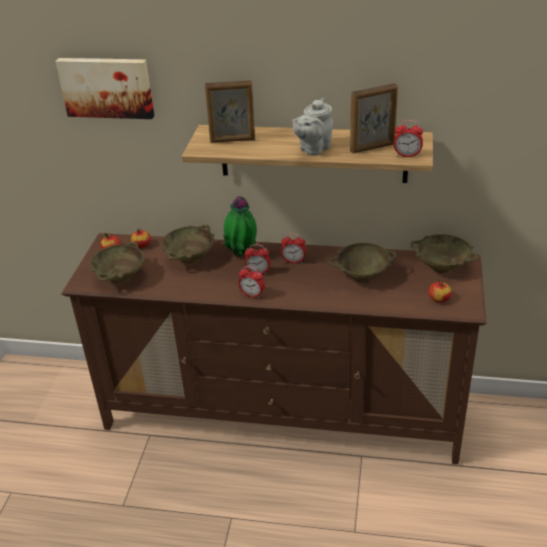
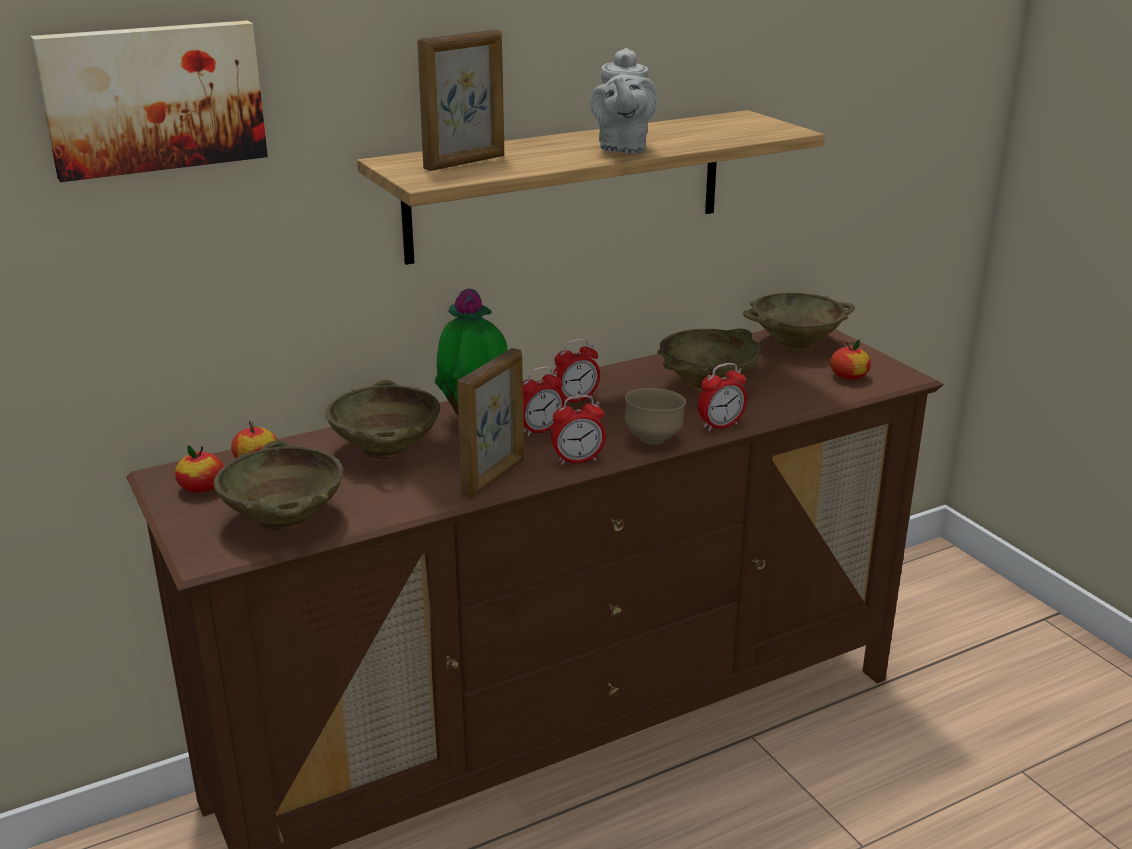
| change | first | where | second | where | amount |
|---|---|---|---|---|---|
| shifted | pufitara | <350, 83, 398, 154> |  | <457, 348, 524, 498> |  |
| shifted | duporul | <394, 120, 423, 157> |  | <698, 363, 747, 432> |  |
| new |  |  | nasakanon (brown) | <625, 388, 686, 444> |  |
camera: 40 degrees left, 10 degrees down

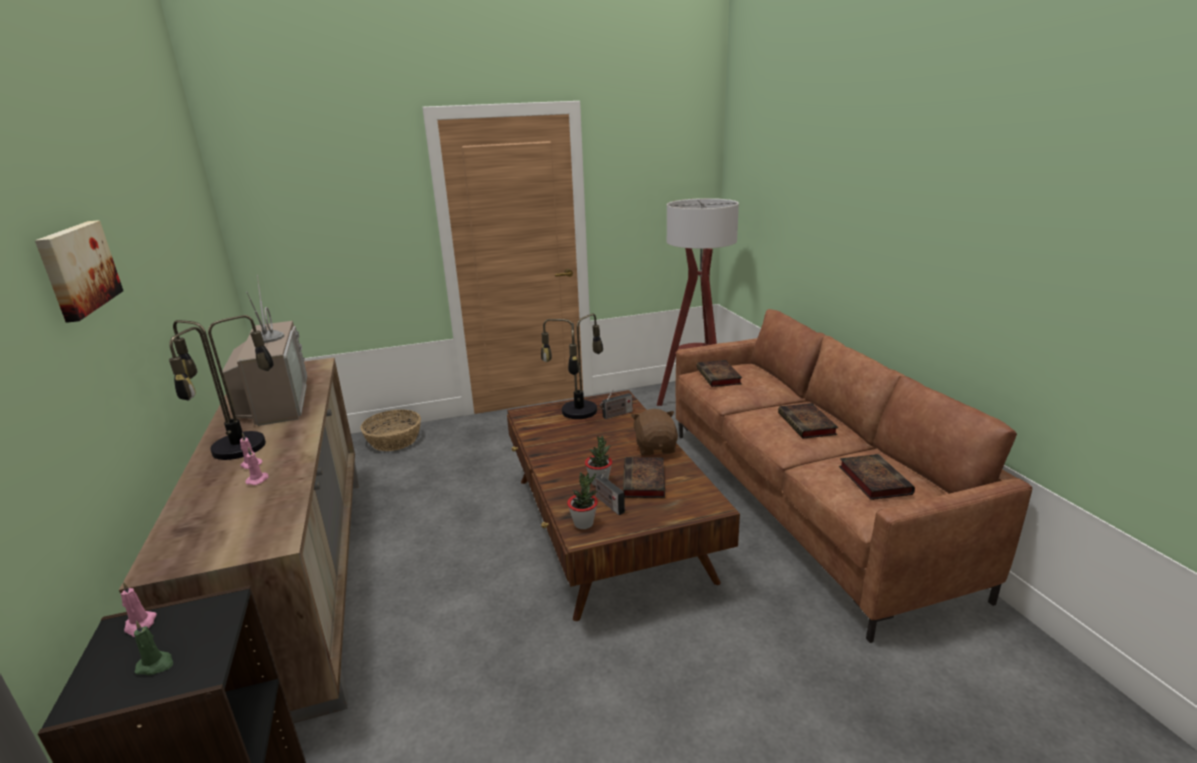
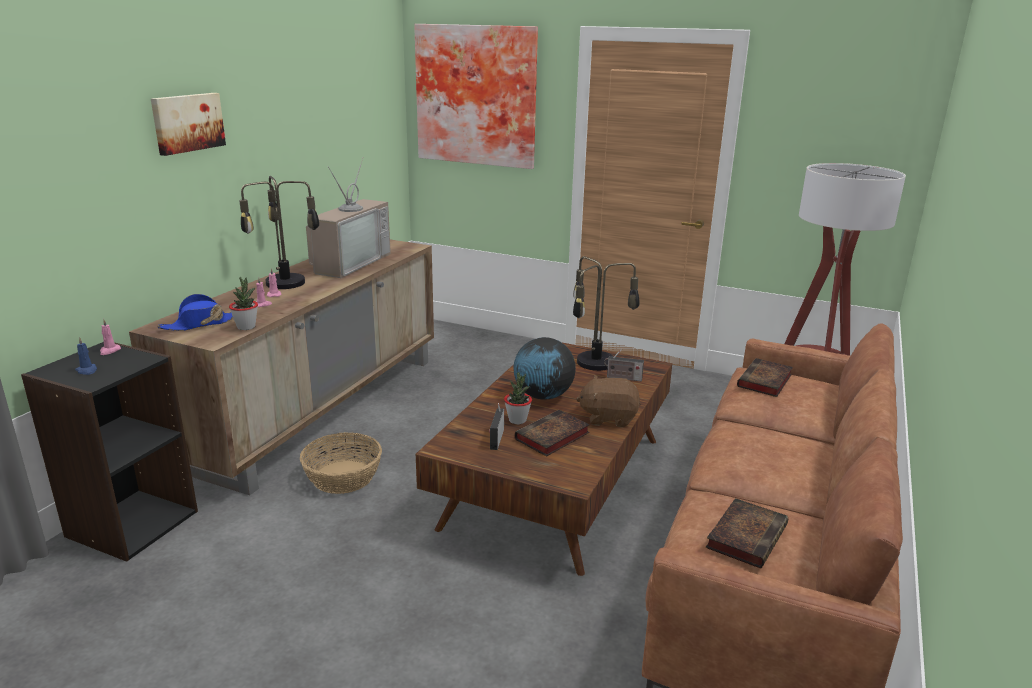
| change | first | where | second | where | amount |
|---|---|---|---|---|---|
| repainted | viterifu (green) | <134, 621, 173, 675> | viterifu (blue) | <75, 337, 97, 375> |  |
| shifted | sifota | <360, 409, 421, 451> |  | <300, 432, 382, 494> |  |
| shifted | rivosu | <567, 472, 598, 529> |  | <229, 277, 258, 330> |  |
| rotated | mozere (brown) | <631, 409, 678, 456> |  | <576, 375, 641, 427> | 120 degrees counterclockwise |
| gone | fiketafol | <778, 403, 838, 439> |  |  |  |
| new |  |  | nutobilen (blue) | <158, 294, 233, 331> |  |
| new |  |  | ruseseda | <414, 24, 538, 169> |  |
| new |  |  | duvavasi | <513, 337, 576, 400> |  |
camera: 40 degrees right, 0 degrees up

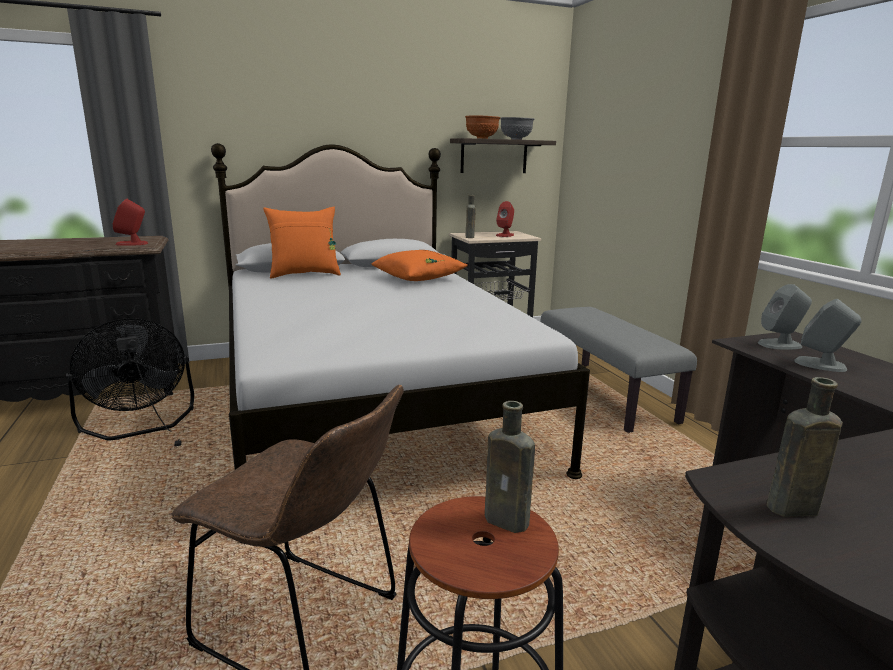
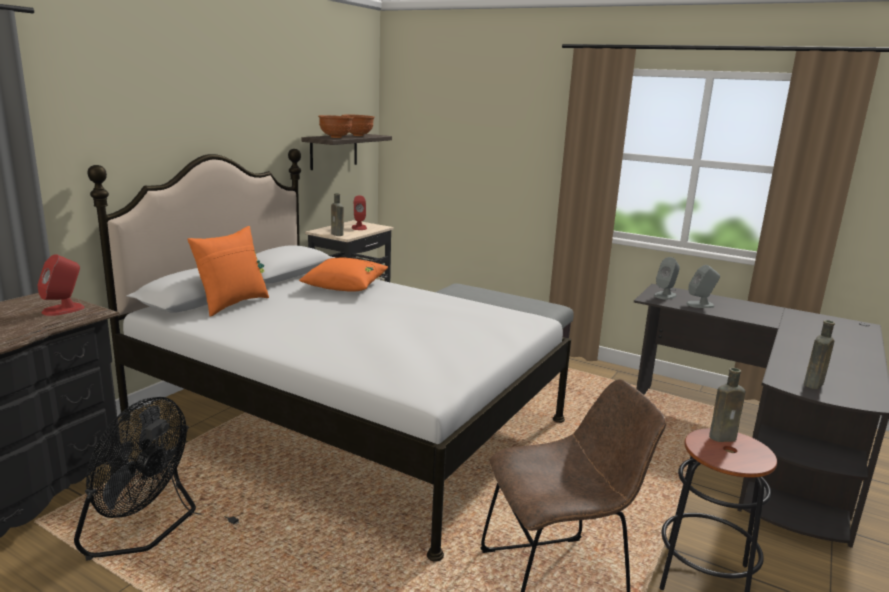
| change | first | where | second | where | amount |
|---|---|---|---|---|---|
| repainted | nasakanon (grey) | <500, 117, 535, 140> | nasakanon (brown) | <341, 114, 375, 136> |  |
camera: 40 degrees left, 0 degrees up

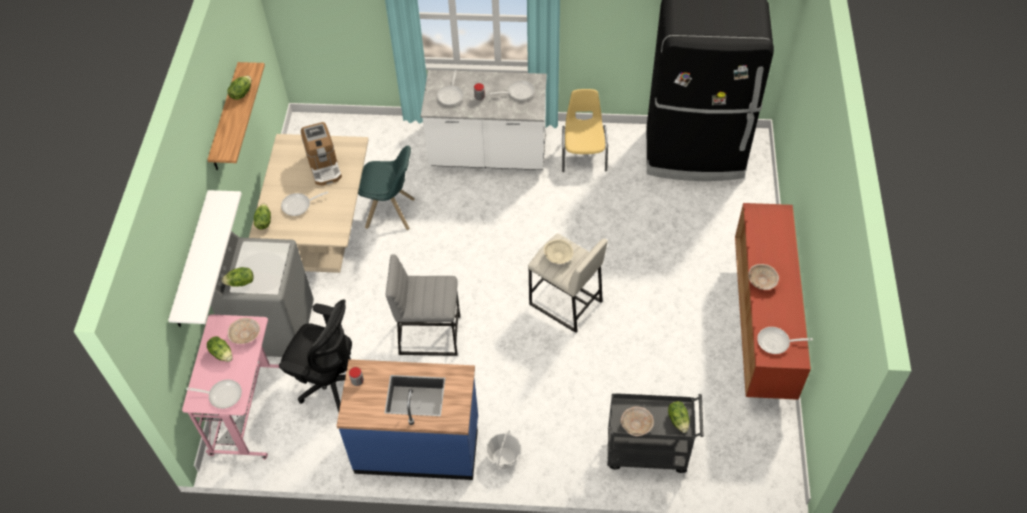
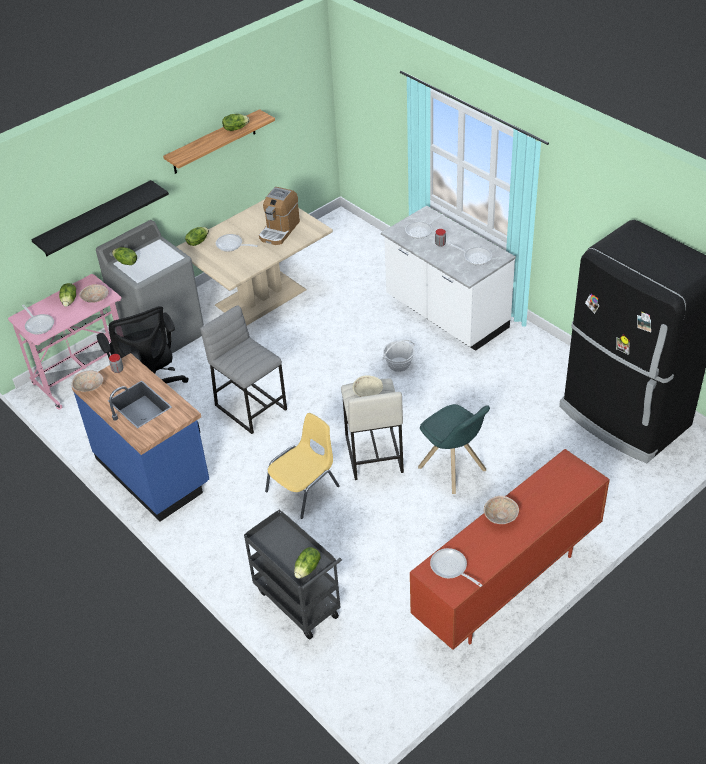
| change | first | where | second | where | amount |
|---|---|---|---|---|---|
| repainted | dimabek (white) | <168, 190, 242, 327> | dimabek (black) | <31, 180, 169, 256> |  |
| shifted | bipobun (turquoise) | <358, 146, 415, 230> |  | <418, 404, 490, 494> |  |
| shifted | sifota | <486, 430, 522, 469> |  | <383, 340, 415, 372> |  |
| shifted | bipobun (yellow) | <562, 89, 608, 172> |  | <265, 413, 340, 519> |  |
| shifted | nasakanon (beige) | <621, 406, 654, 436> |  | <71, 370, 104, 392> |  |
camera: 45 degrees right, 10 degrees down

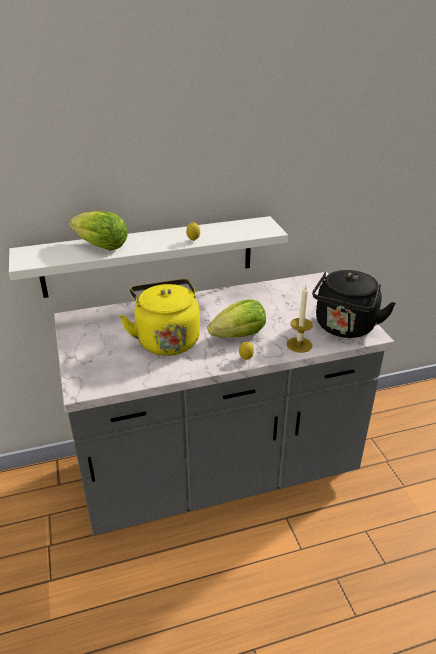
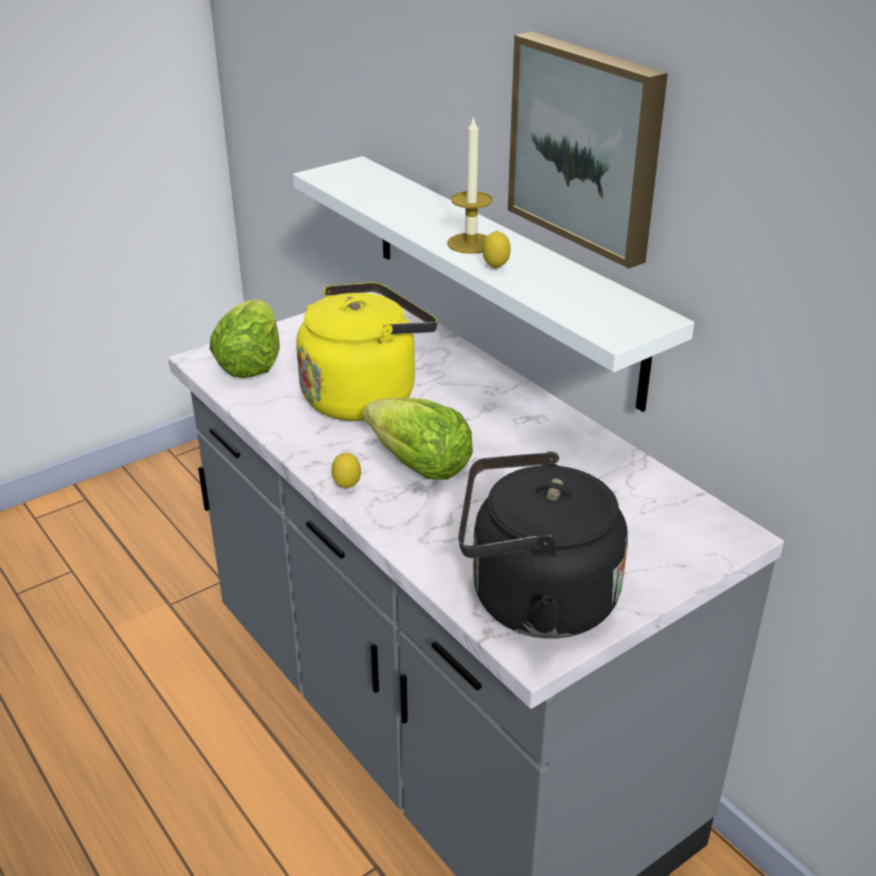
| change | first | where | second | where | amount |
|---|---|---|---|---|---|
| shifted | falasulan | <69, 211, 128, 250> |  | <210, 299, 280, 378> |  |
| shifted | viterifu | <287, 285, 313, 353> |  | <447, 115, 493, 254> |  |
| new |  |  | ruseseda | <508, 32, 668, 269> |  |
camera: 70 degrees right, 0 degrees up

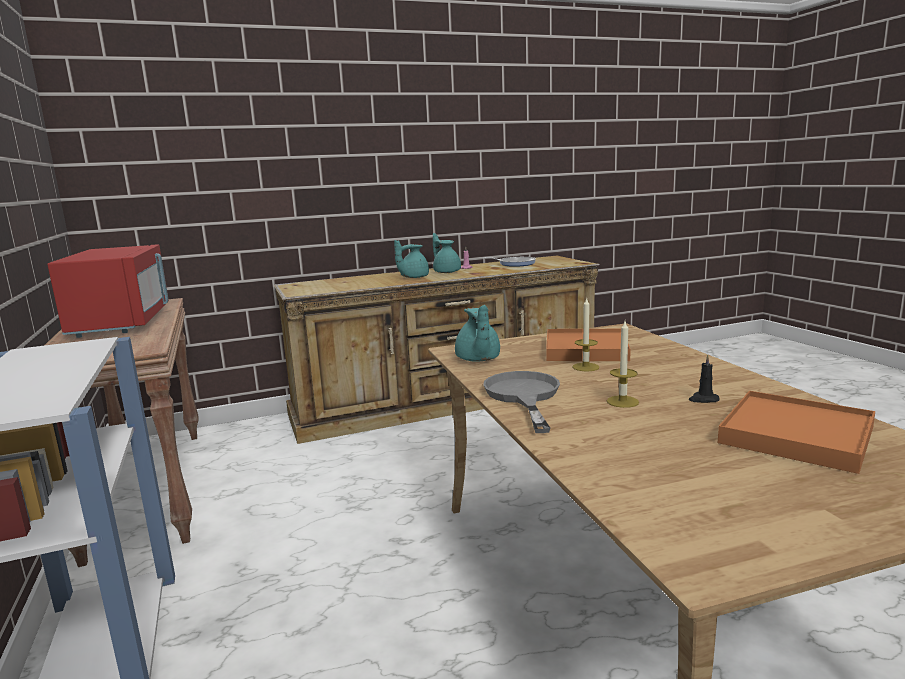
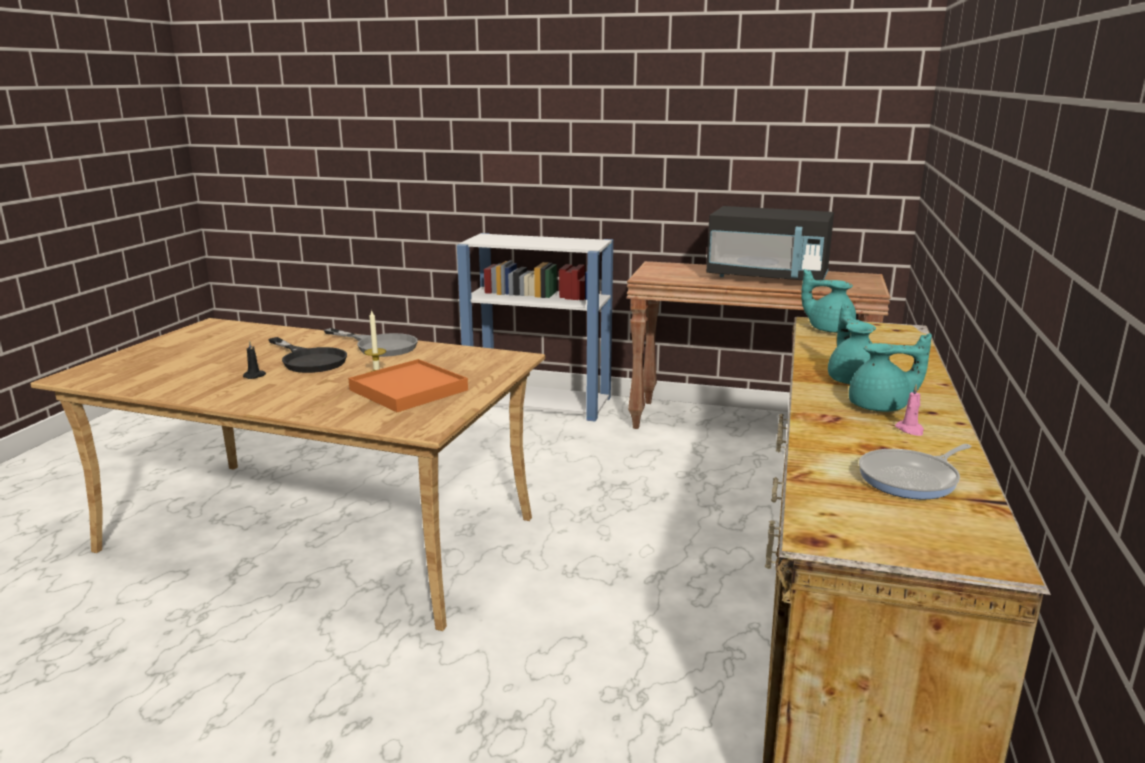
| change | first | where | second | where | amount |
|---|---|---|---|---|---|
| repainted | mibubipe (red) | <48, 244, 169, 338> | mibubipe (black) | <706, 206, 834, 280> |  |
| shifted | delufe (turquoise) | <455, 305, 500, 362> |  | <801, 269, 856, 333> |  |
| swapped | viterifu | <607, 321, 639, 408> | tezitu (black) | <268, 337, 347, 373> |  |
| gone | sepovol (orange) | <718, 391, 875, 474> |  |  |  |
camera: 125 degrees right, 5 degrees up

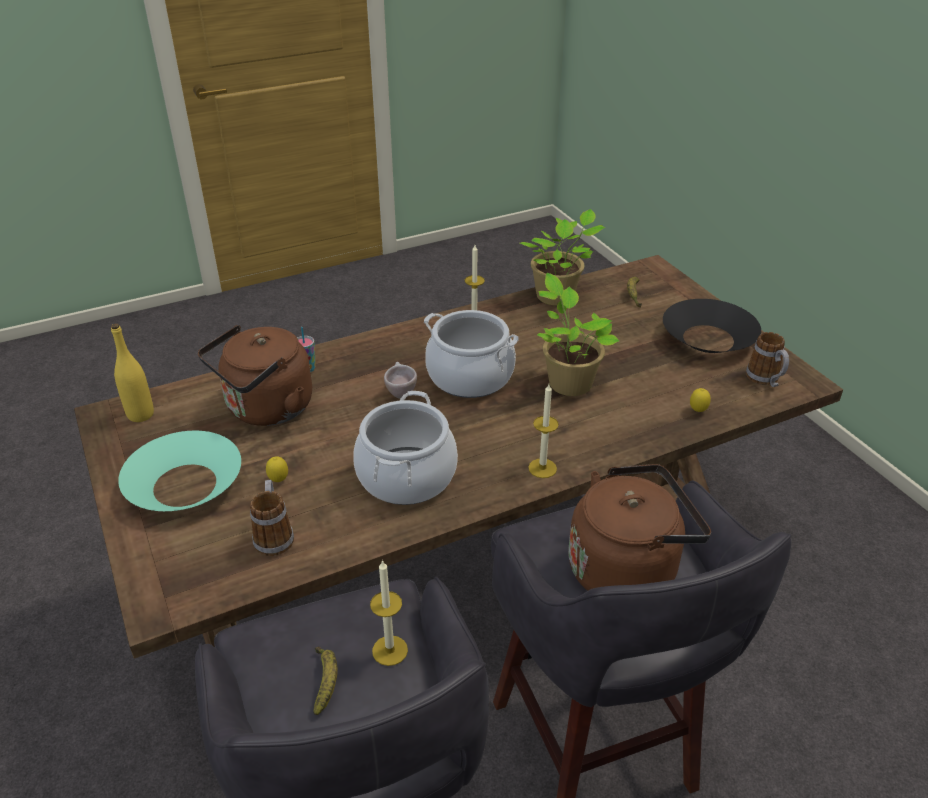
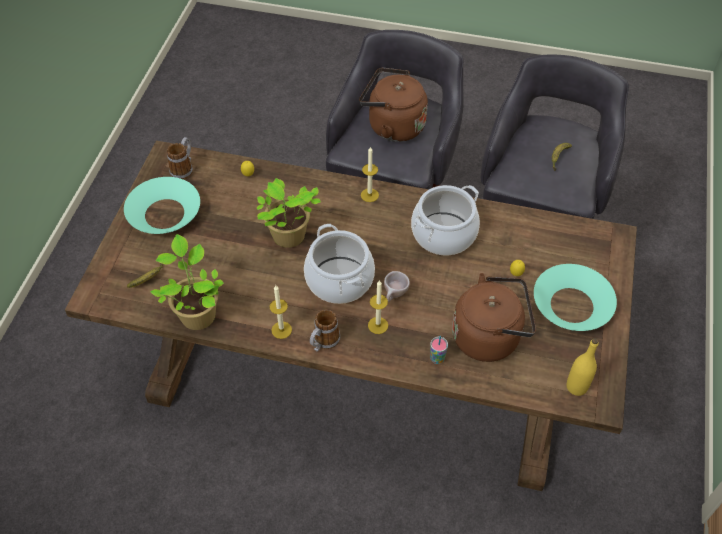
| change | first | where | second | where | amount |
|---|---|---|---|---|---|
| shifted | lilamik | <250, 480, 294, 556> |  | <310, 310, 340, 352> |  |
| shifted | viterifu | <370, 560, 408, 666> |  | <368, 280, 388, 334> |  |
| repainted | nasakanon (black) | <663, 299, 761, 353> | nasakanon (turquoise) | <124, 177, 200, 234> |  |
camera: 140 degrees left, 15 degrees up

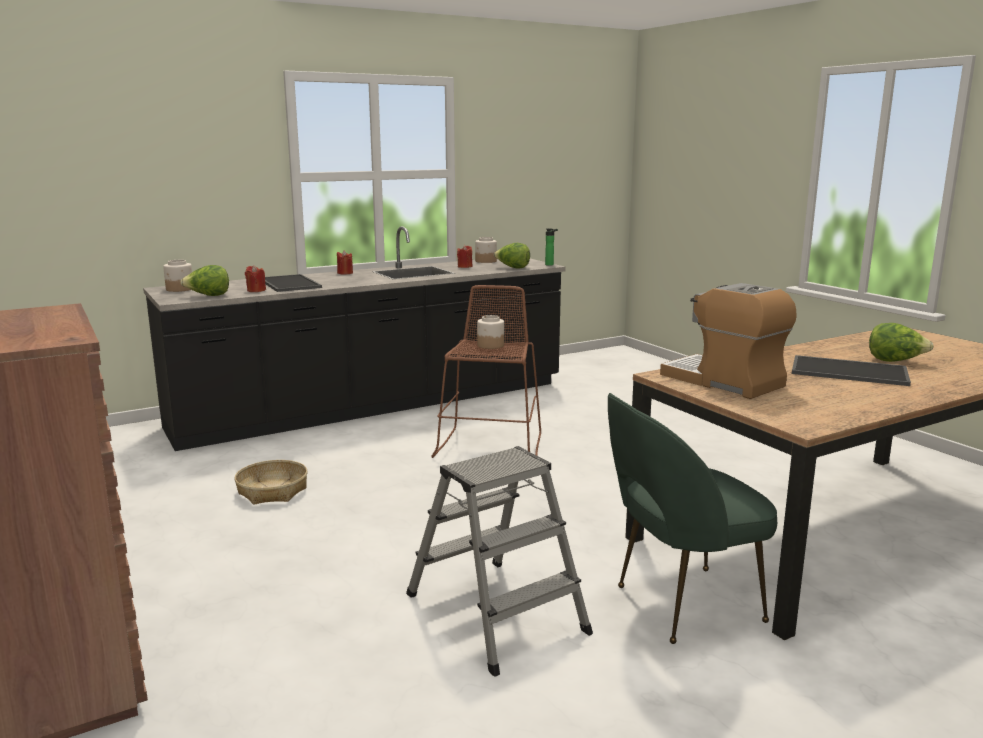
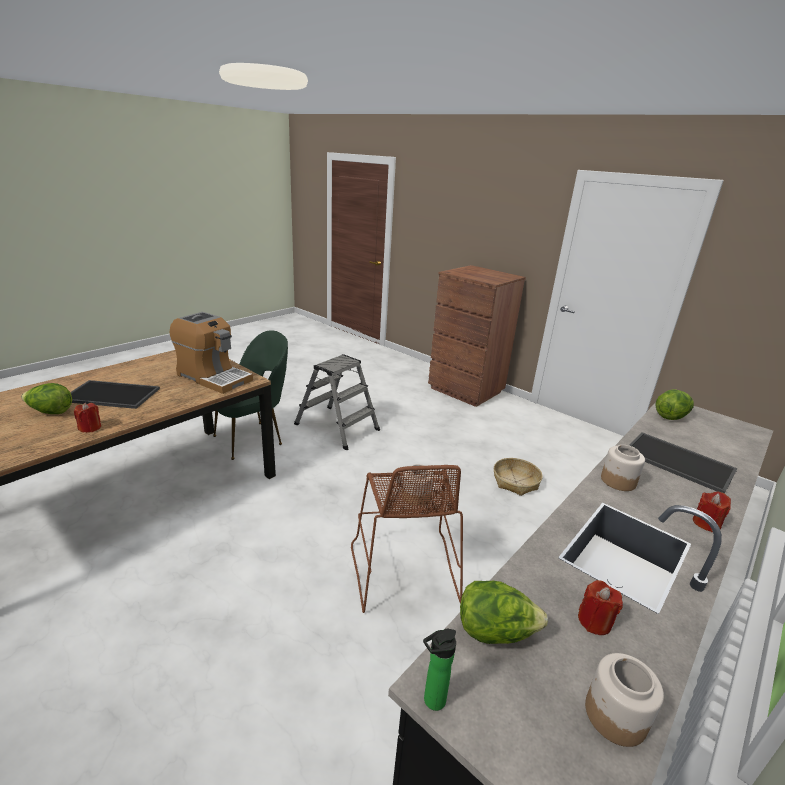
| change | first | where | second | where | amount |
|---|---|---|---|---|---|
| shifted | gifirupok | <163, 260, 192, 292> |  | <601, 445, 645, 491> |  |
| shifted | viterifu (red) | <245, 265, 266, 292> |  | <74, 403, 101, 433> |  |
camera: 160 degrees right, 10 degrees up

